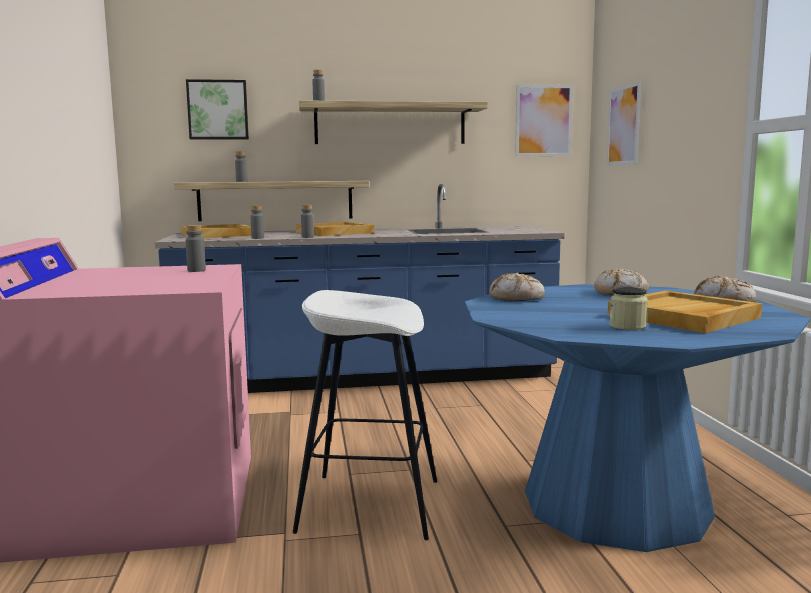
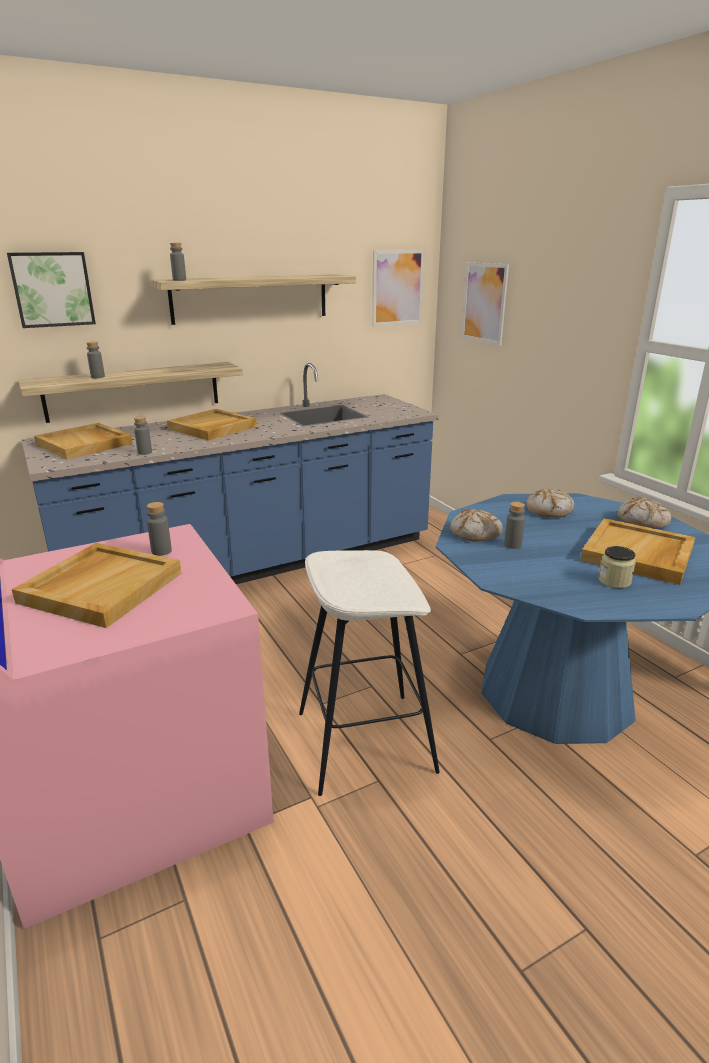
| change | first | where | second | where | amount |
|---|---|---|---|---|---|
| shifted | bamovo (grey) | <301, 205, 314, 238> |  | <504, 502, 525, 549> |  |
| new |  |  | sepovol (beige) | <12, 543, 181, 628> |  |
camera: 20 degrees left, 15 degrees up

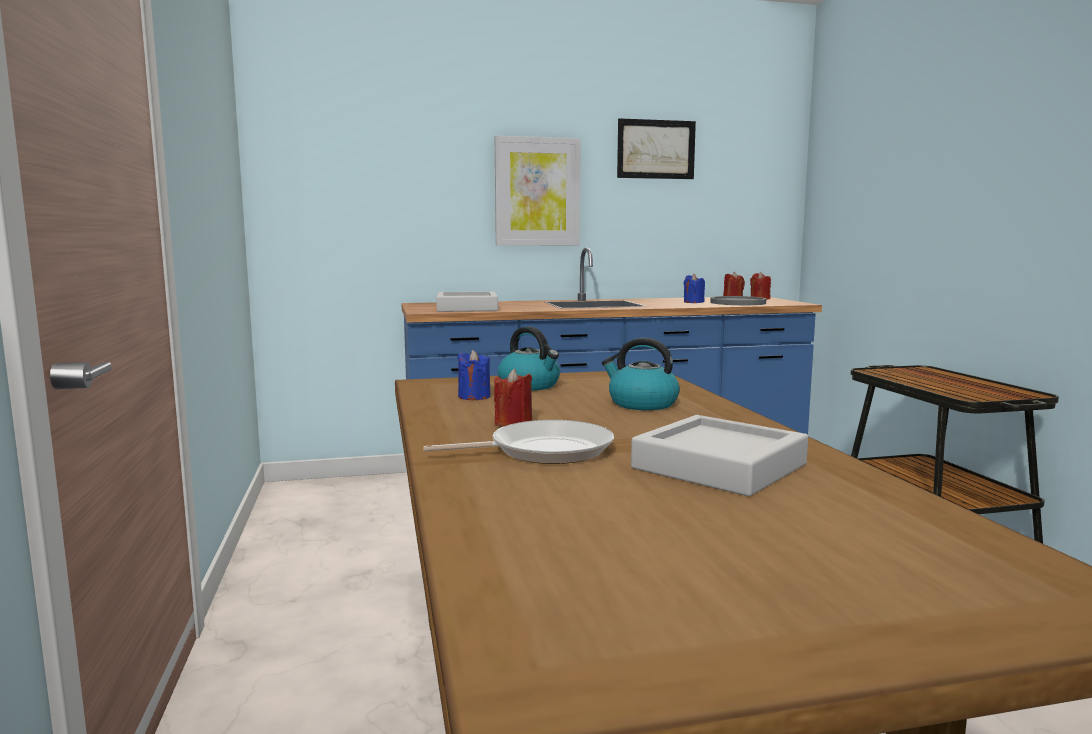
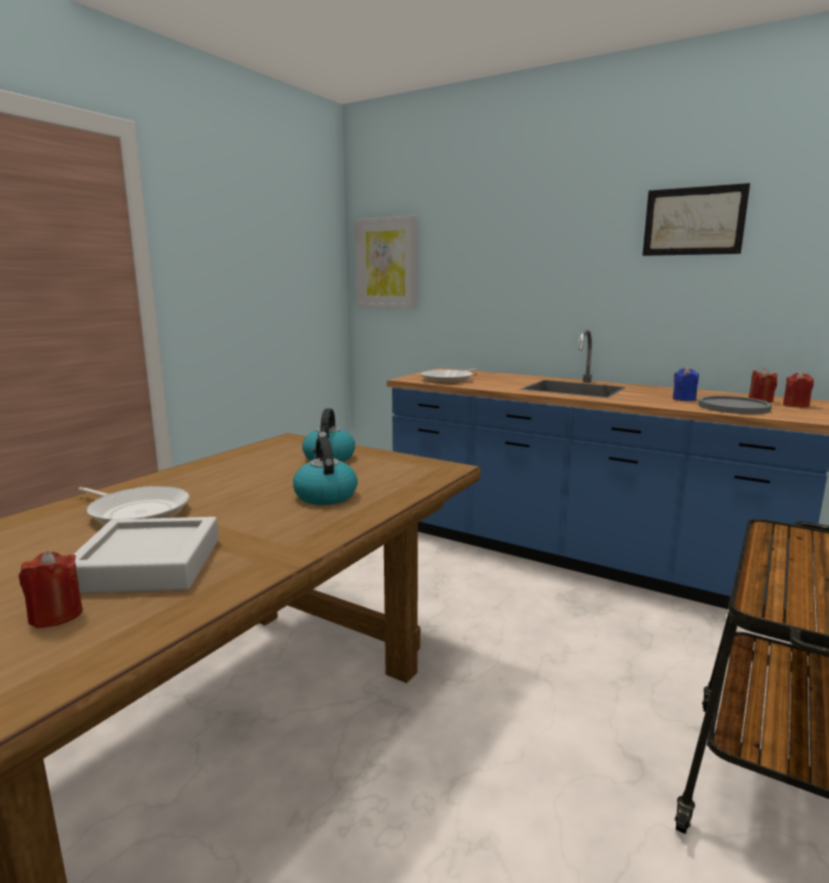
| change | first | where | second | where | amount |
|---|---|---|---|---|---|
| swapped | sepovol (grey) | <436, 292, 498, 312> | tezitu | <421, 368, 478, 383> |  |
| gone | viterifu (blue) | <457, 350, 491, 400> |  |  |  |
| shifted | viterifu (red) | <494, 369, 532, 427> |  | <19, 550, 83, 628> |  |
| shifted | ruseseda | <495, 136, 581, 246> |  | <355, 215, 417, 309> |  |
camera: 45 degrees right, 5 degrees up

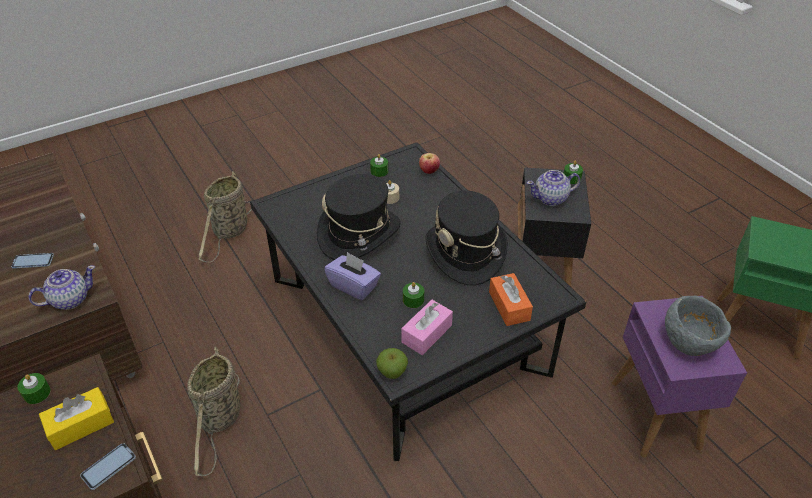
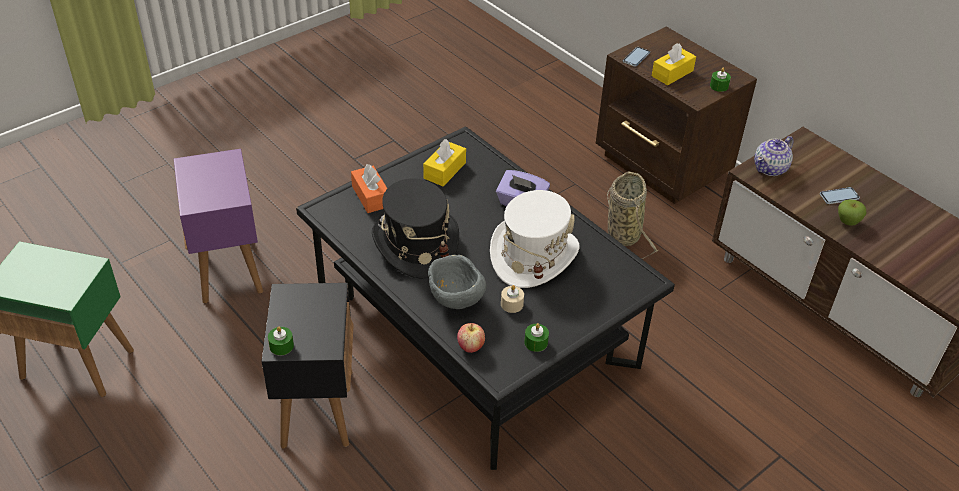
| change | first | where | second | where | amount |
|---|---|---|---|---|---|
| gone | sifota | <198, 171, 252, 262> |  |  |  |
| repainted | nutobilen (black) | <317, 174, 400, 260> | nutobilen (white) | <490, 190, 580, 288> |  |
| shifted | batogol | <376, 348, 408, 379> |  | <838, 200, 867, 226> |  |
| repainted | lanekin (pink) | <401, 300, 453, 355> | lanekin (yellow) | <423, 139, 466, 186> |  |
| gone | viterifu (green) | <403, 282, 424, 308> |  |  |  |
| gone | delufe | <527, 170, 580, 206> |  |  |  |
| shifted | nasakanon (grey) | <665, 296, 731, 356> |  | <428, 255, 486, 309> |  |
camera: 170 degrees right, 0 degrees up

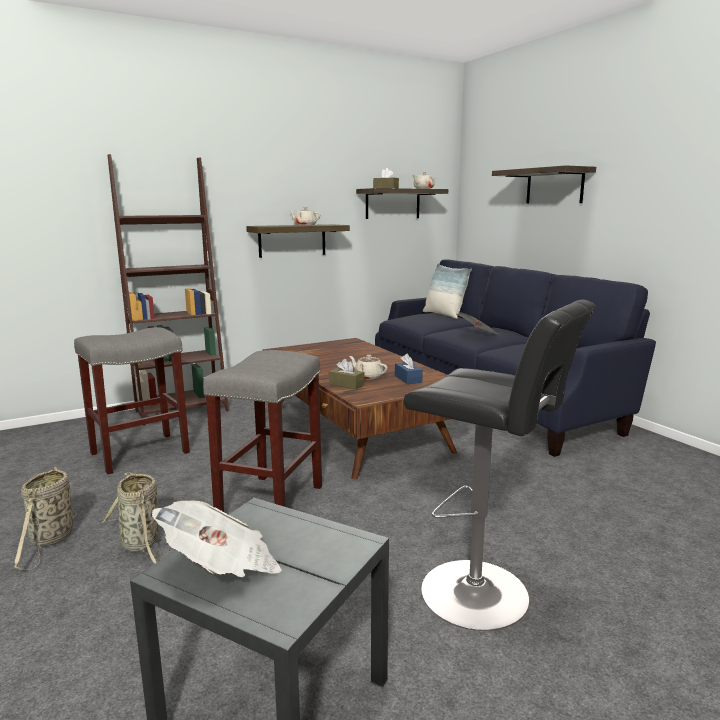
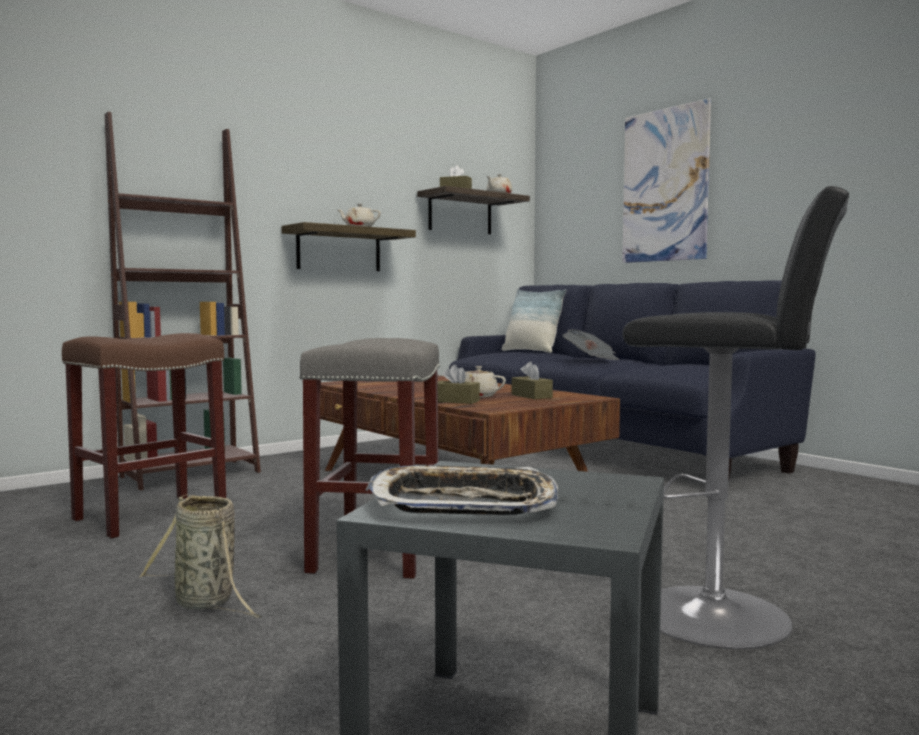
| change | first | where | second | where | amount |
|---|---|---|---|---|---|
| gone | sifota | <14, 467, 77, 570> |  |  |  |
| repainted | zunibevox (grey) | <74, 327, 190, 475> | zunibevox (brown) | <62, 333, 226, 538> |  |
| swapped | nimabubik | <152, 500, 282, 577> | sepovol | <365, 465, 559, 515> |  |
| repainted | lanekin (blue) | <395, 354, 423, 384> | lanekin (brown) | <512, 361, 553, 399> |  |
| swapped | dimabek | <492, 165, 596, 204> | ruseseda | <622, 98, 711, 263> |  |
camera: 10 degrees left, 10 degrees down

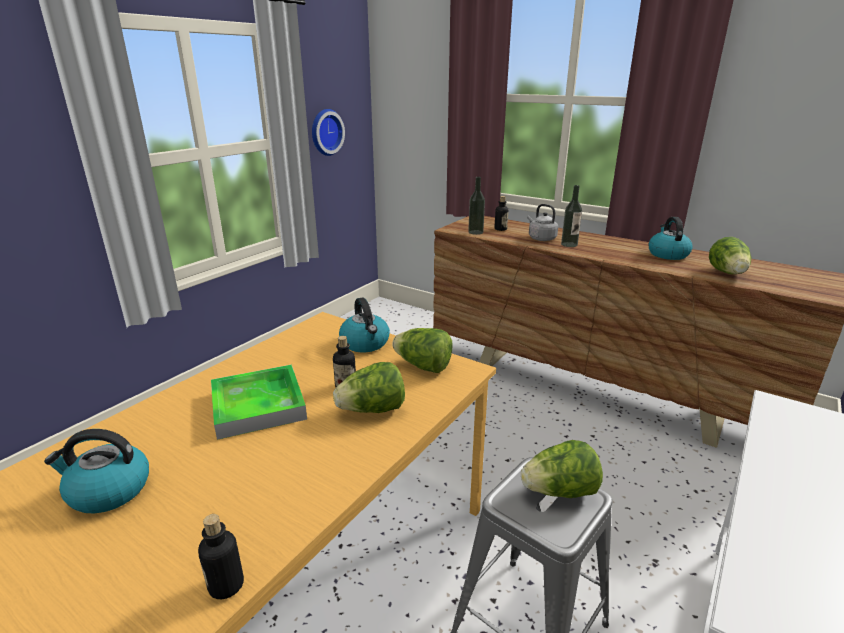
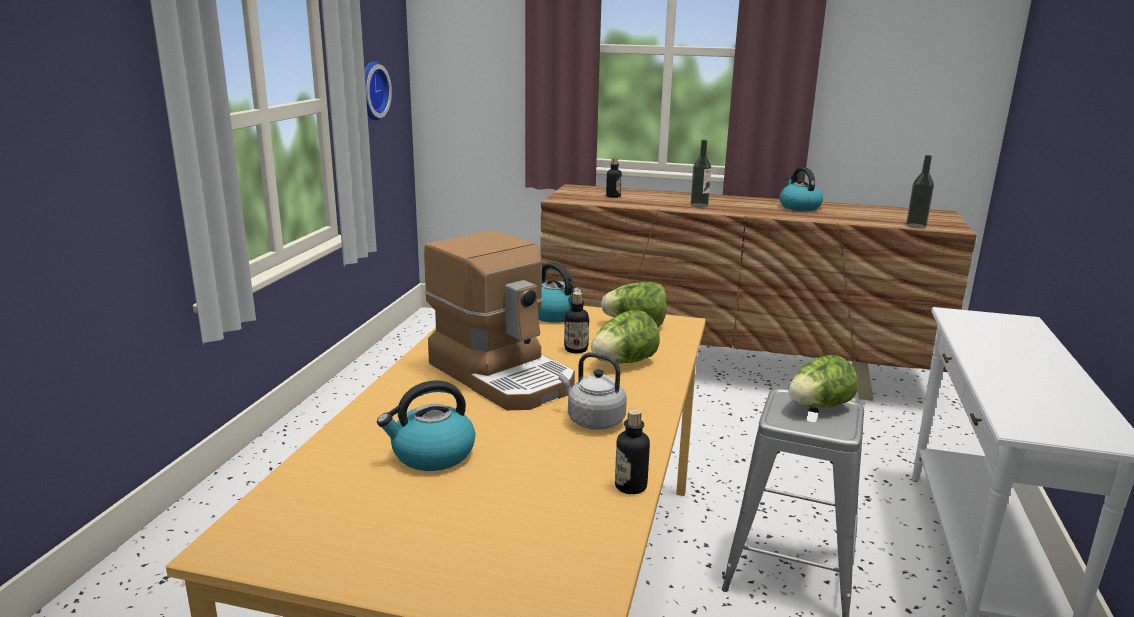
| change | first | where | second | where | amount |
|---|---|---|---|---|---|
| swapped | sepovol | <211, 364, 307, 440> | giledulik | <424, 230, 575, 410> |  |
| shifted | bamovo | <468, 177, 485, 235> |  | <906, 155, 934, 228> |  |
| shifted | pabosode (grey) | <527, 204, 558, 241> |  | <559, 352, 627, 430> |  |
| gone | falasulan | <709, 237, 752, 274> |  |  |  |
camera: 20 degrees left, 5 degrees down

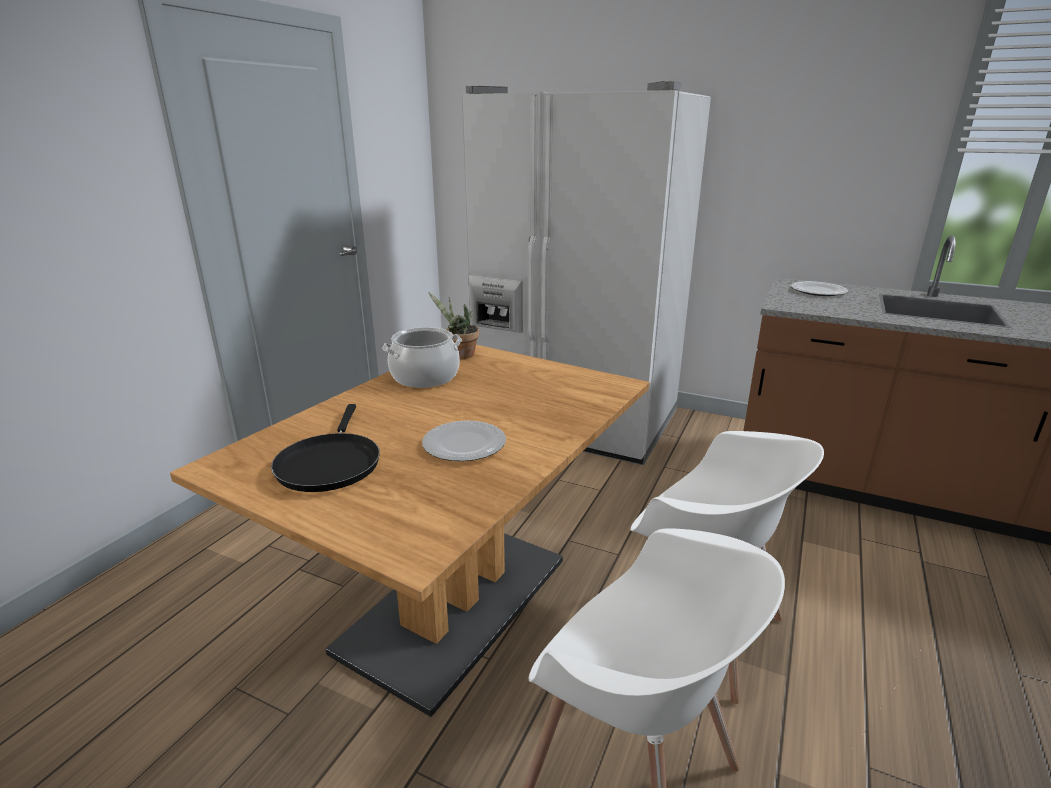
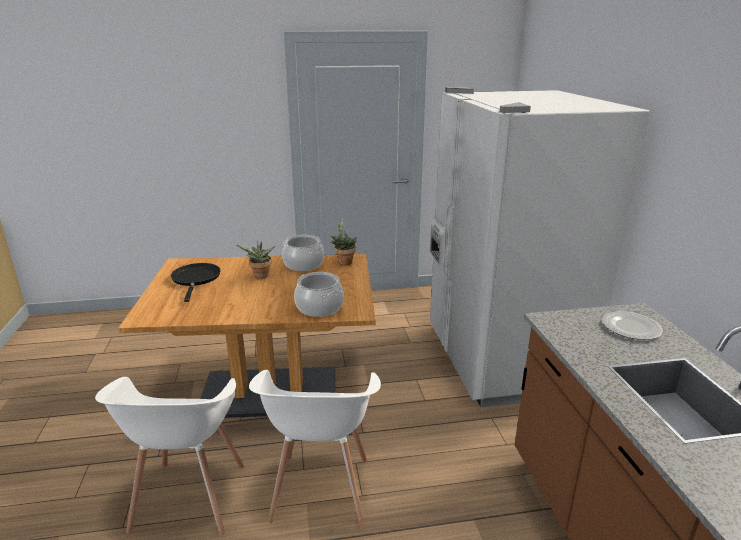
| change | first | where | second | where | amount |
|---|---|---|---|---|---|
| rotated | tezitu (black) | <271, 404, 380, 492> |  | <171, 263, 220, 302> | 120 degrees clockwise |
| gone | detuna | <422, 421, 506, 461> |  |  |  |
| new |  |  | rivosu | <237, 241, 275, 279> |  |
| new |  |  | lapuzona | <294, 272, 344, 317> |  |
camera: 55 degrees right, 0 degrees up

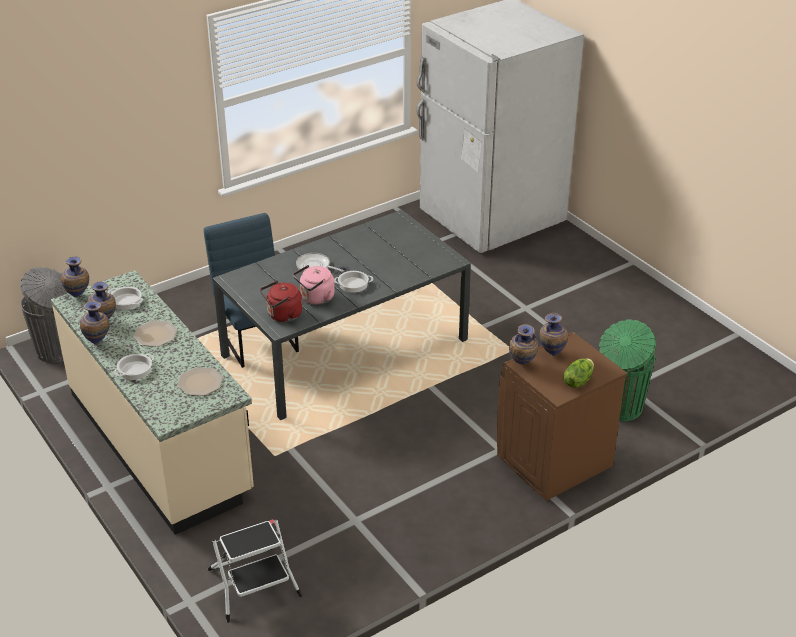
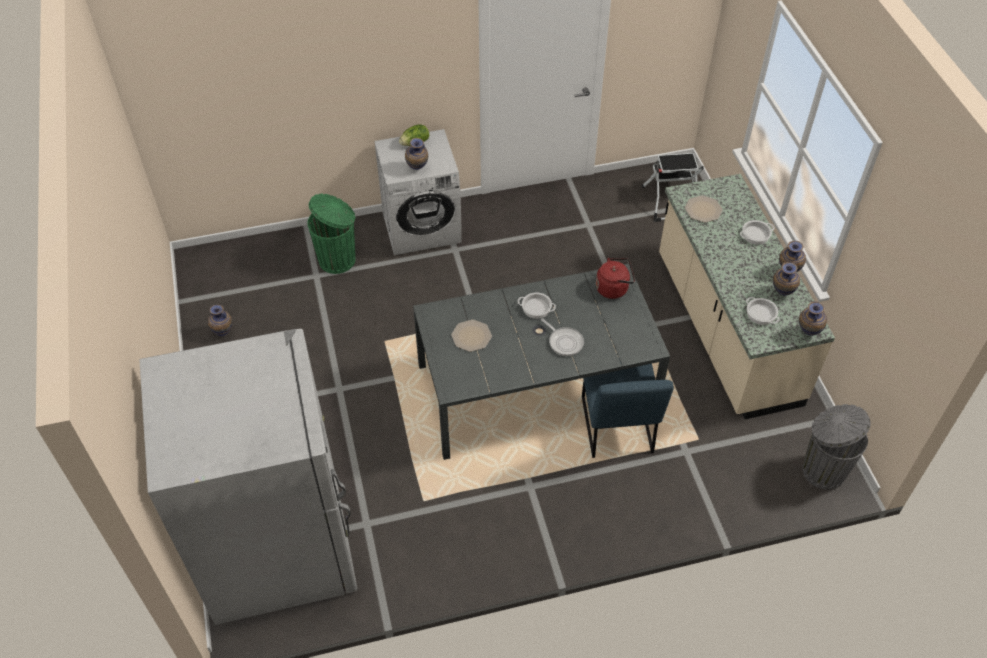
| change | first | where | second | where | amount |
|---|---|---|---|---|---|
| shifted | detuna | <133, 321, 177, 347> |  | <451, 320, 492, 352> |  |
| gone | pabosode (pink) | <293, 265, 335, 305> |  |  |  |
| repainted | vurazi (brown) | <497, 332, 627, 501> | vurazi (white) | <374, 129, 461, 255> |  |
| shifted | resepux | <509, 324, 538, 364> |  | <208, 305, 232, 336> |  |
camera: 160 degrees left, 15 degrees up

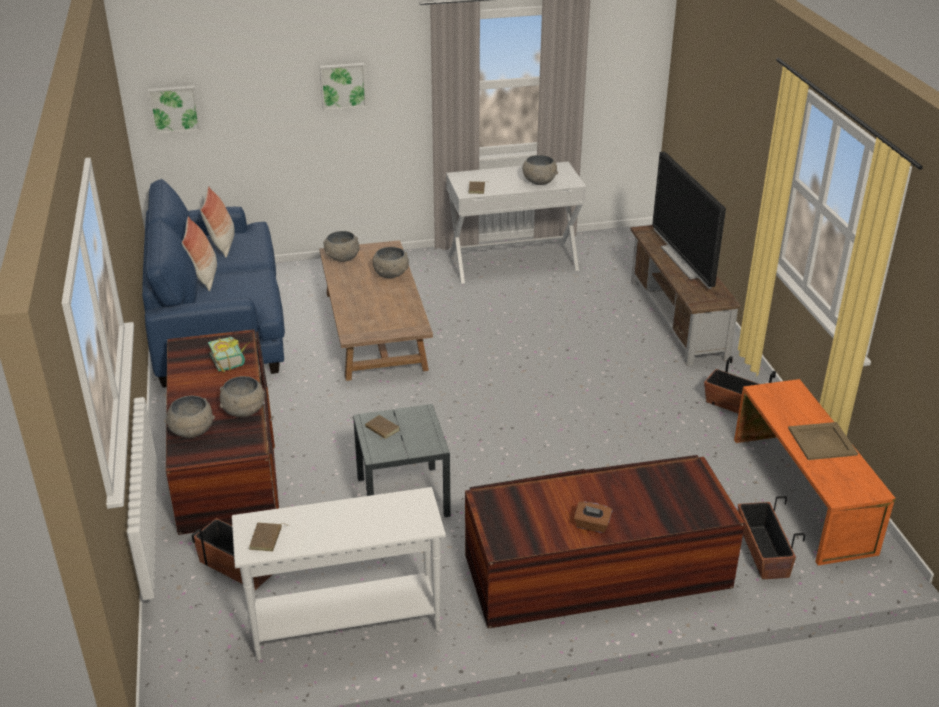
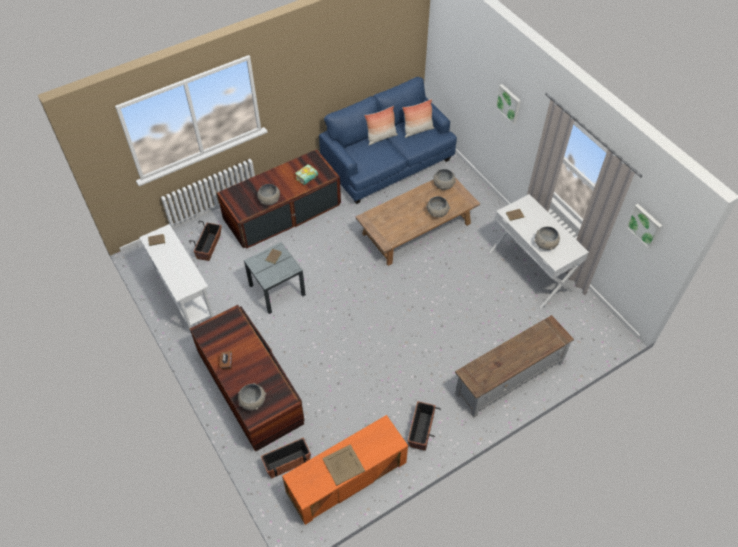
| change | first | where | second | where | amount |
|---|---|---|---|---|---|
| shifted | ruseseda | <148, 86, 201, 134> |  | <626, 204, 662, 249> |  |
| shifted | nasakanon (grey) | <164, 396, 215, 438> |  | <238, 383, 266, 410> |  |
| gone | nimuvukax | <652, 152, 726, 289> |  |  |  |
camera: 70 degrees right, 20 degrees up

